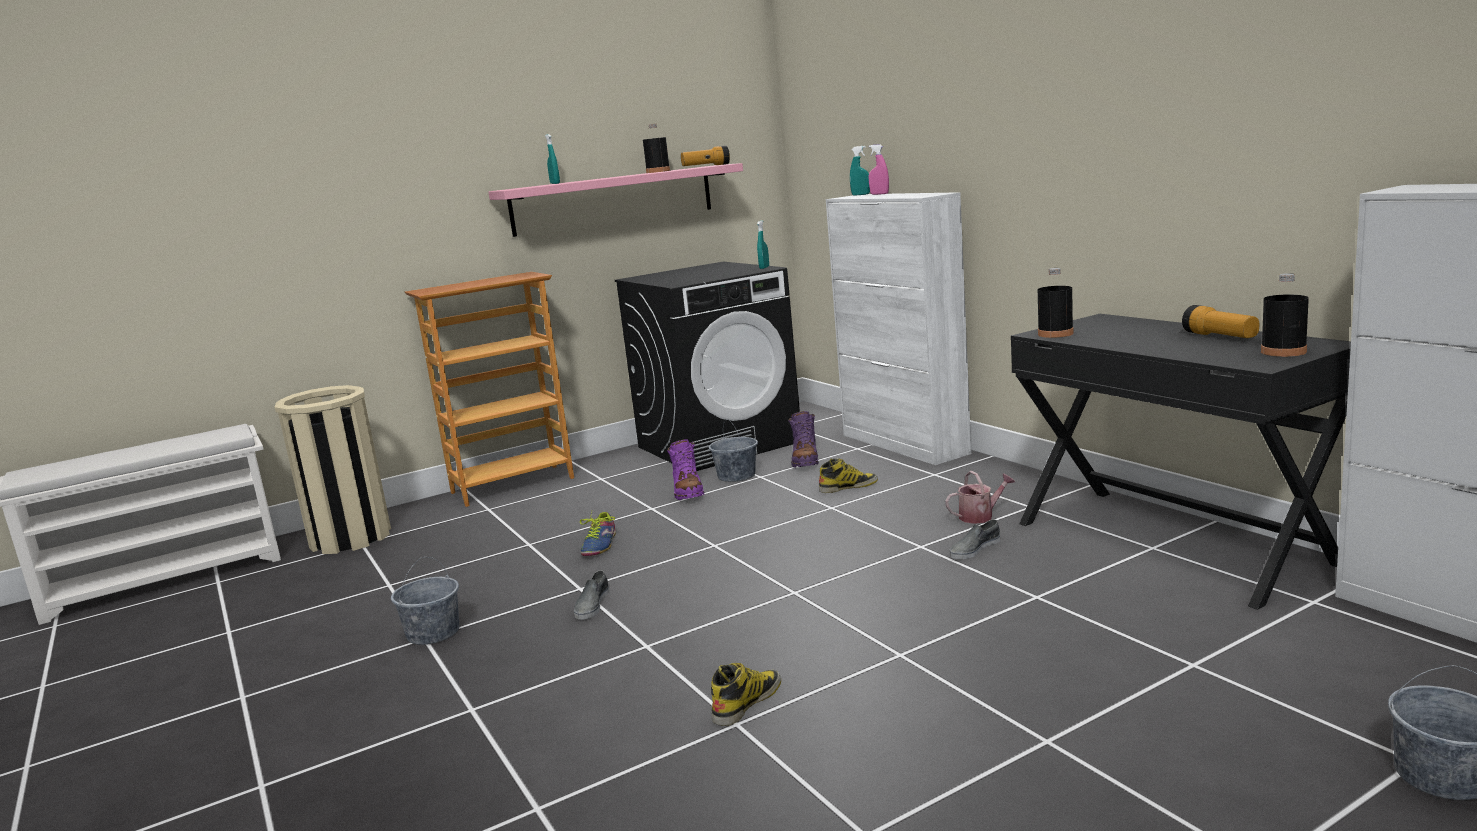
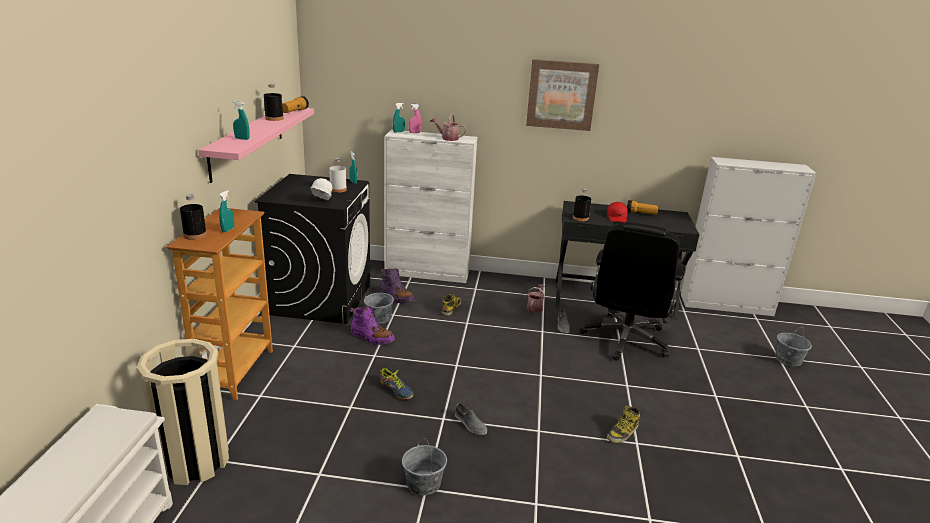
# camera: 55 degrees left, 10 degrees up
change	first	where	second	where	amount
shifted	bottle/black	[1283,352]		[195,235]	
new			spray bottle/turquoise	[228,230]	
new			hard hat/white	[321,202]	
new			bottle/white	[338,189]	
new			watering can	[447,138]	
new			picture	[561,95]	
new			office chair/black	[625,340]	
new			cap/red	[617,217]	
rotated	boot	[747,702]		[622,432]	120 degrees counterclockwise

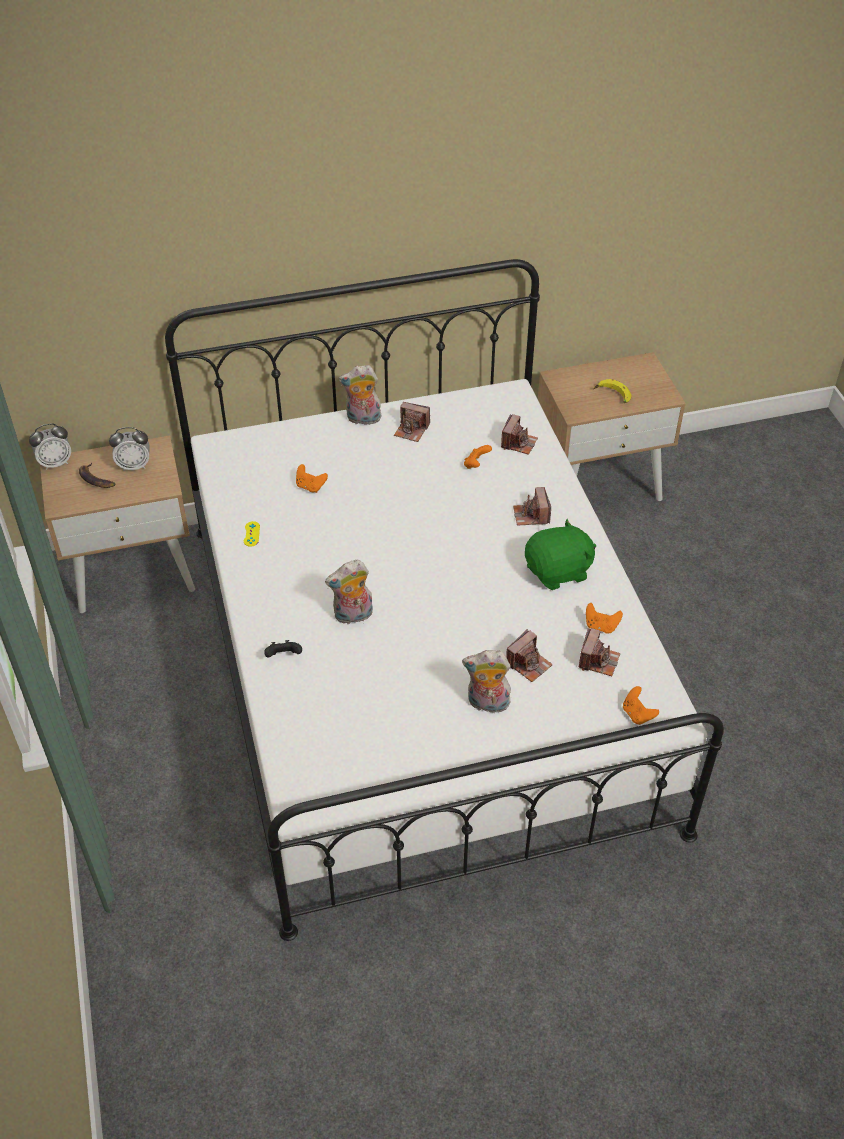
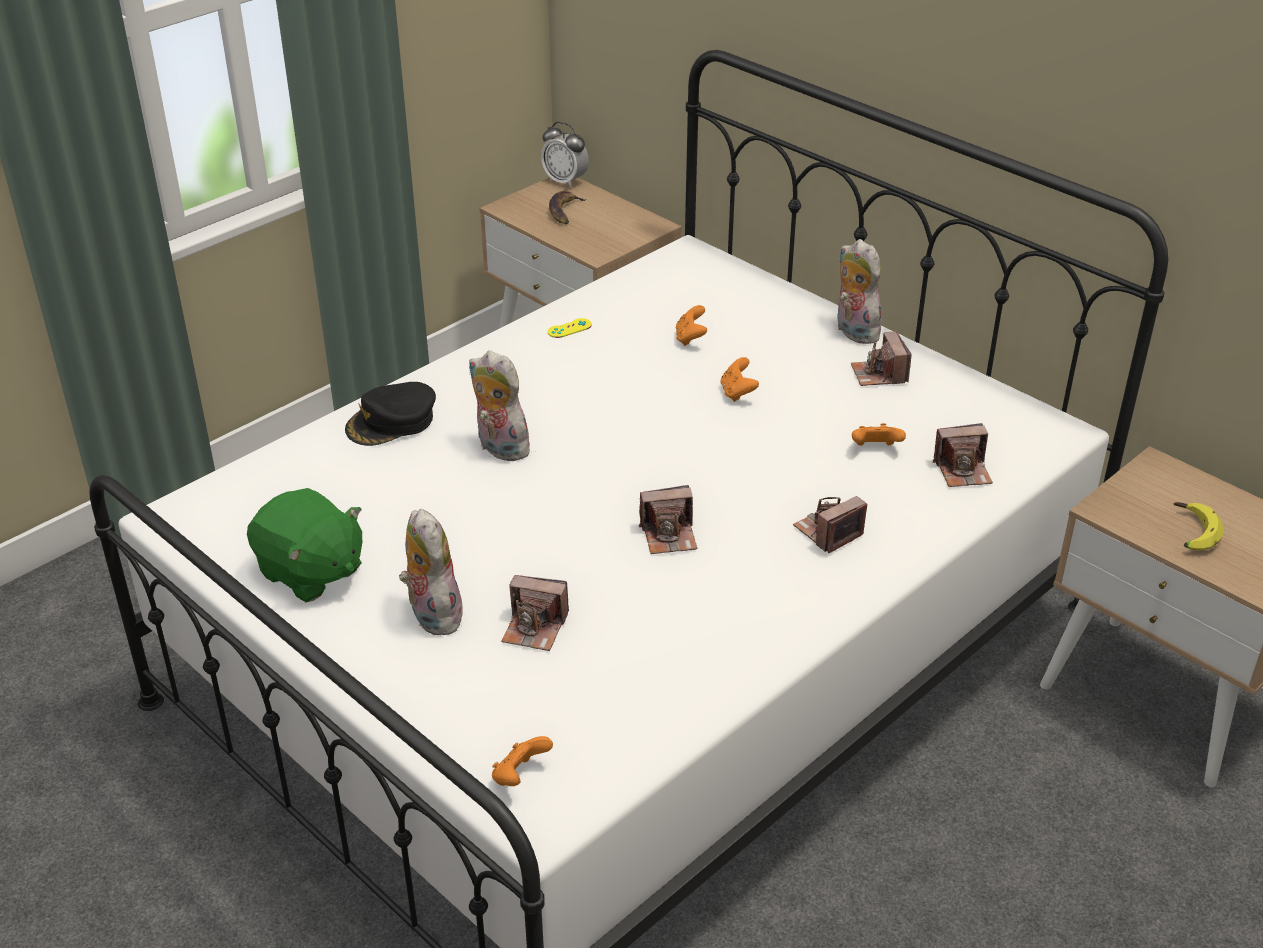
# camera: 60 degrees right, 10 degrees down
change	first	where	second	where	amount
shifted	plush toy/green	[558,571]		[310,572]	
swapped	game controller/black	[284,656]	cap/black	[392,422]	
shifted	photo camera	[598,660]		[669,535]	
shifted	game controller/orange	[601,626]		[737,393]	
gone	alarm clock	[134,465]			

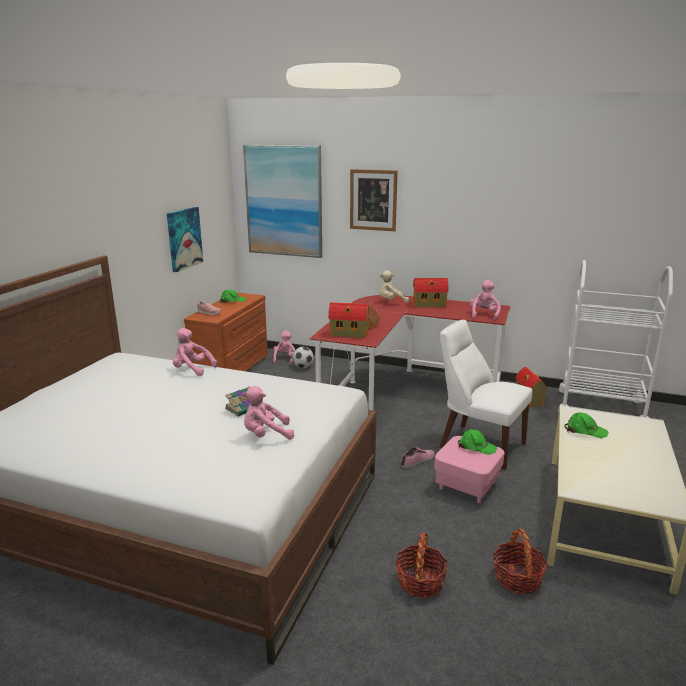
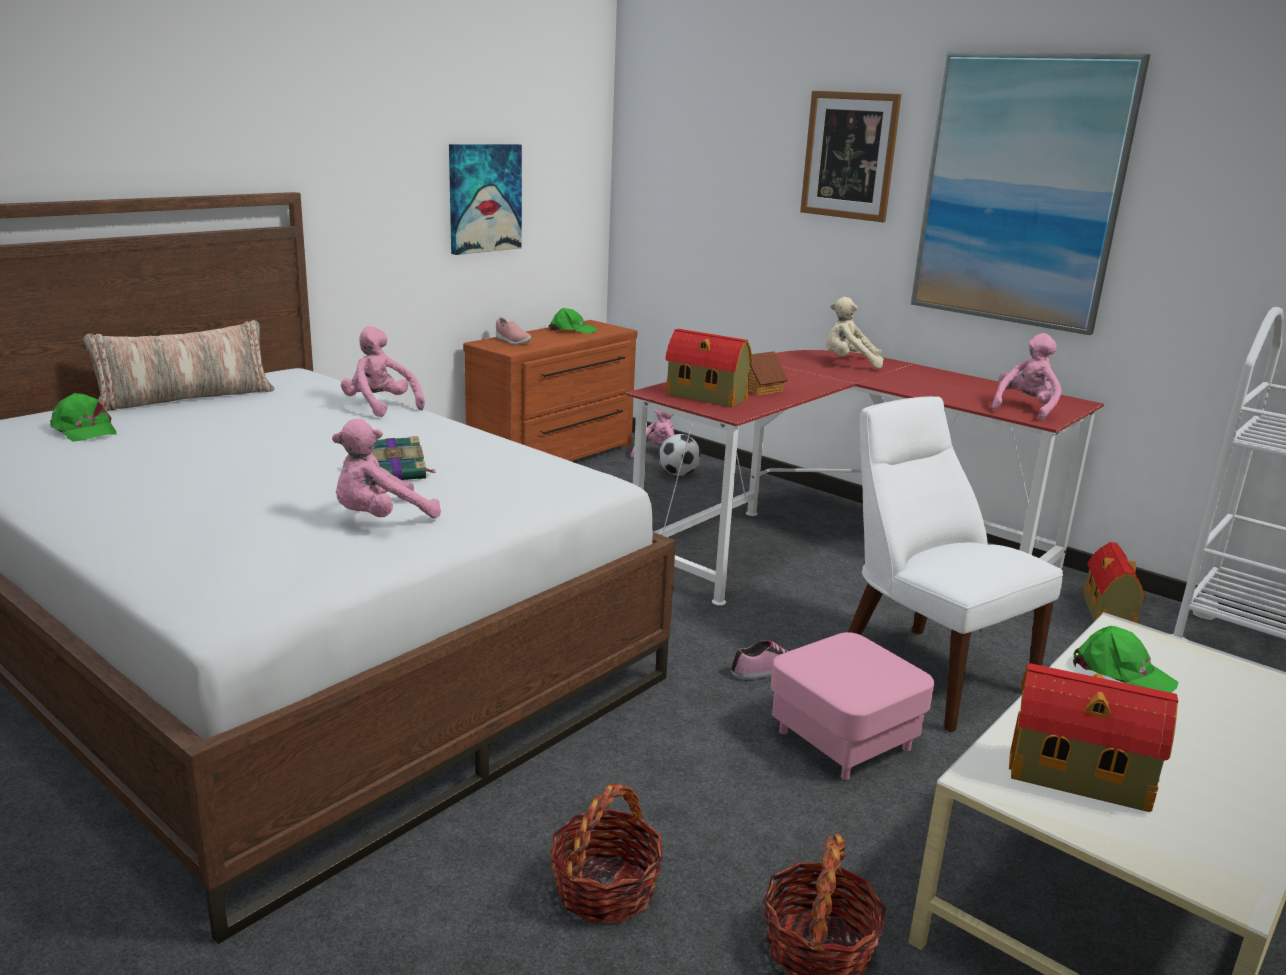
# camera: 20 degrees right, 0 degrees up
change	first	where	second	where	amount
shifted	cap/green	[476,447]		[84,430]	
new			pillow	[185,398]	
rotated	plush toy/pink	[266,435]		[381,519]	45 degrees counterclockwise
shifted	picture	[284,201]		[1020,191]	
shifted	toy house	[430,304]		[1082,778]	

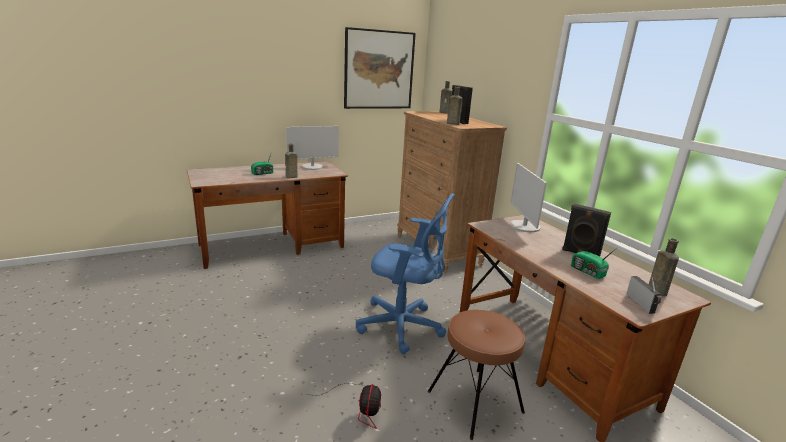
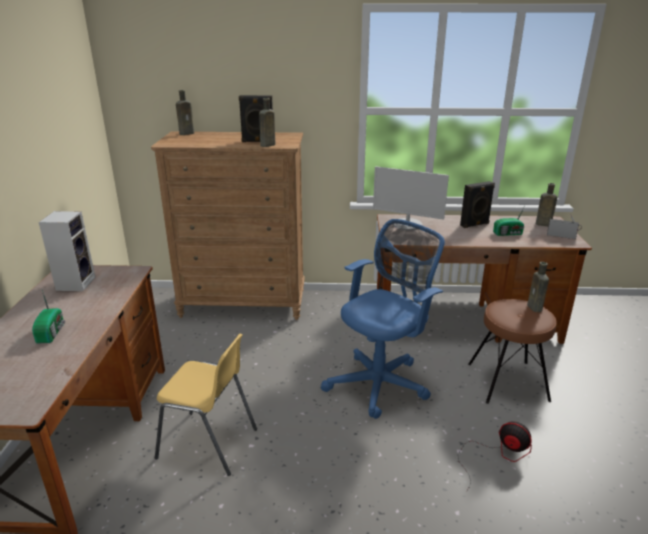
# camera: 60 degrees left, 5 degrees up
change	first	where	second	where	amount
swapped	monitor	[312,167]	speaker	[76,283]	
new			chair/yellow	[209,443]	
shifted	bottle/brown	[290,177]		[535,308]	
gone	picture	[379,70]			

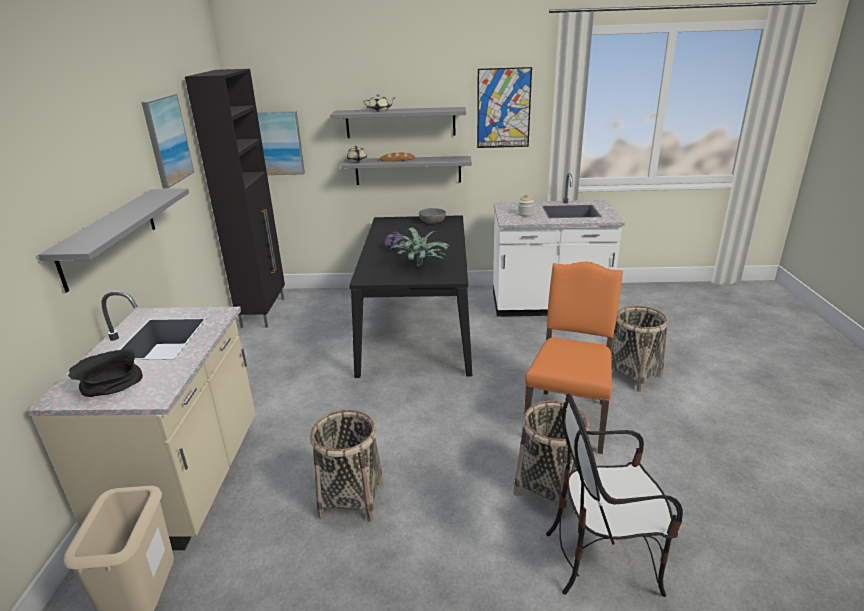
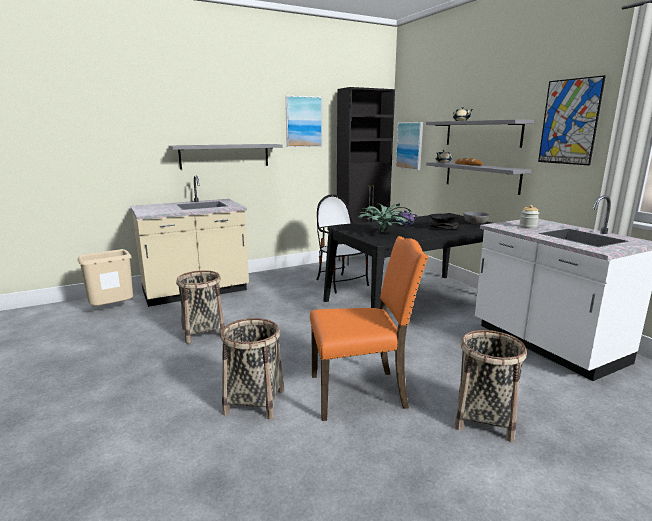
# camera: 60 degrees right, 10 degrees down
change	first	where	second	where	amount
shifted	chair	[603,558]		[341,283]	
shifted	bowl/black	[109,386]		[442,228]	

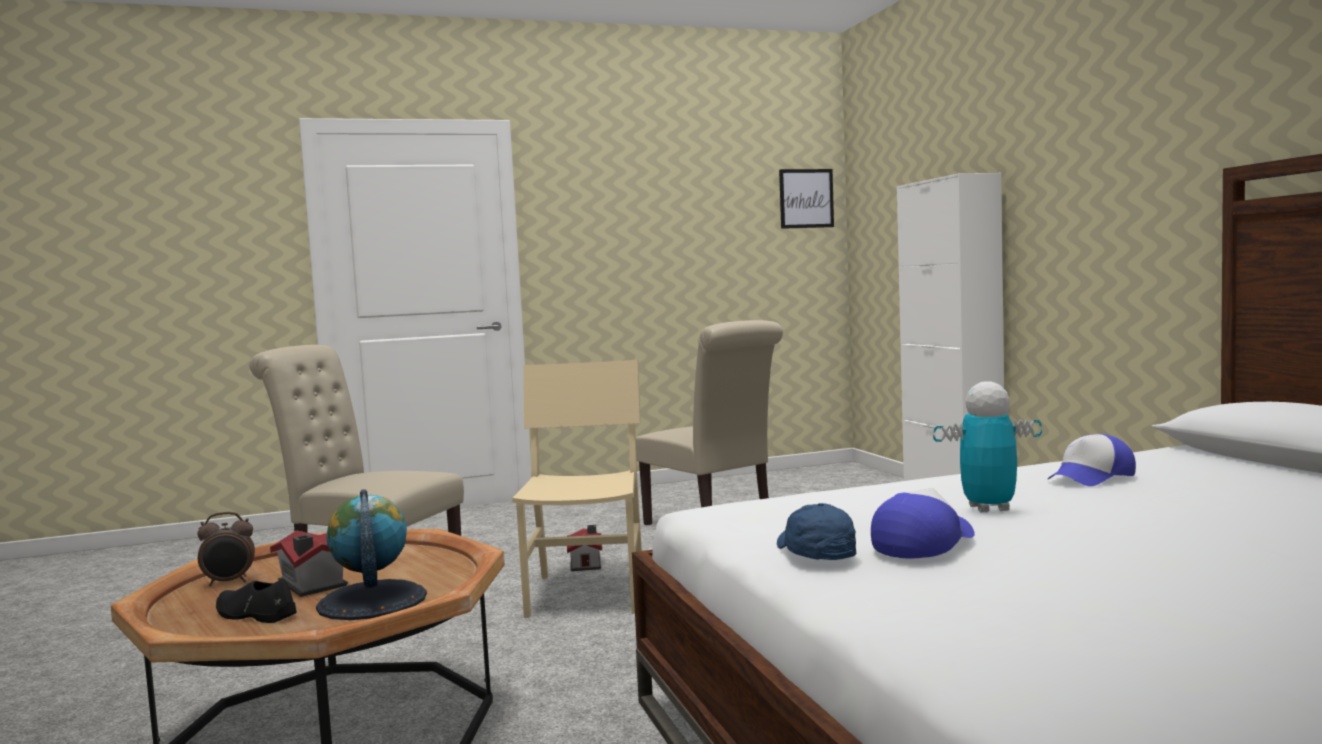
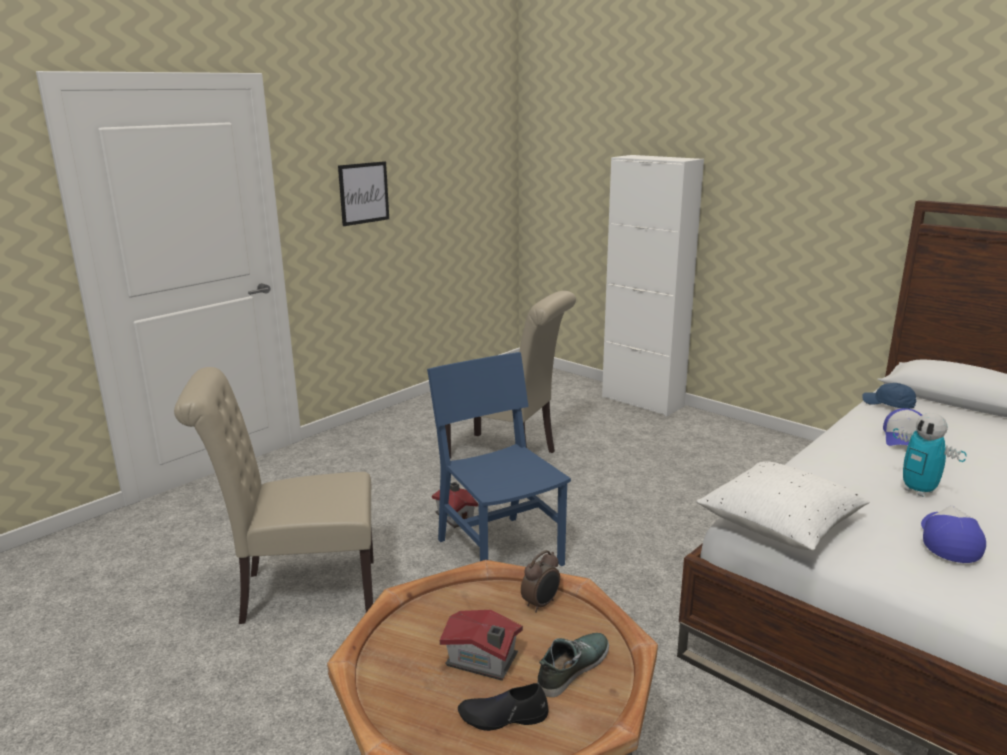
# camera: 30 degrees left, 15 degrees up
change	first	where	second	where	amount
shifted	picture	[806,198]		[363,193]	
repainted	chair/beige	[587,593]	chair/blue	[500,551]	
shifted	alarm clock	[229,582]		[541,604]	
swapped	globe	[371,601]	shoe	[572,668]	
new			pillow/white	[779,526]	
shifted	cap/blue	[814,554]		[888,405]	
rotated	toy robot	[988,508]		[918,491]	90 degrees counterclockwise

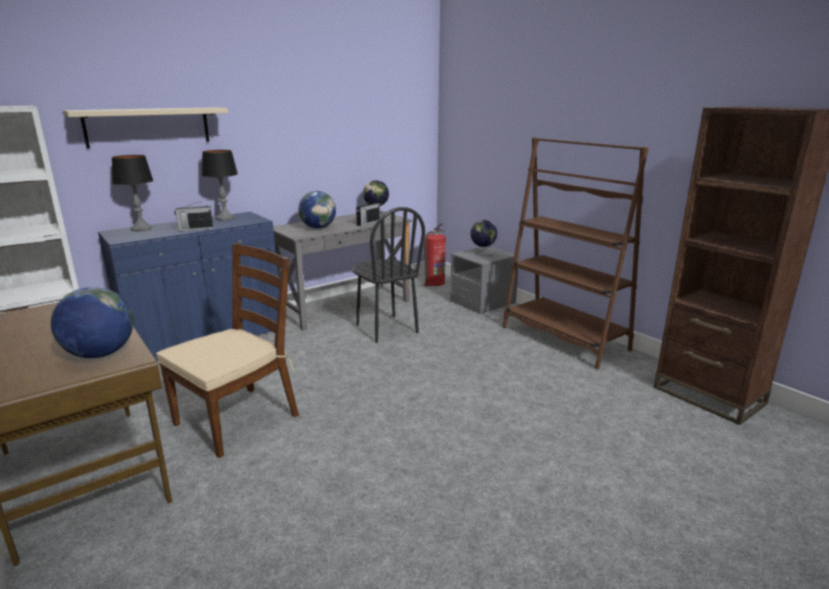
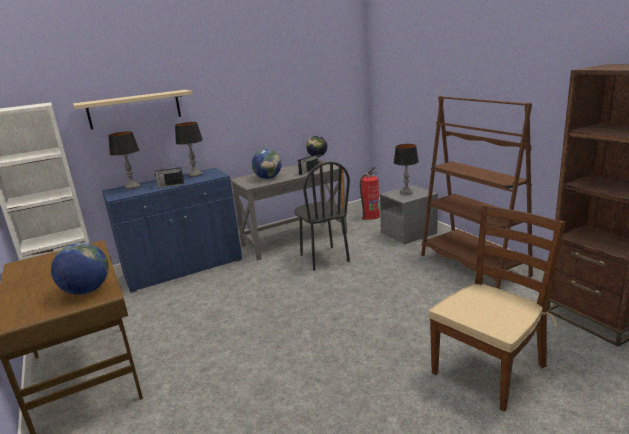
# camera: 10 degrees right, 0 degrees up
change	first	where	second	where	amount
swapped	globe	[482,253]	table lamp	[406,192]	
shifted	chair/brown	[238,419]		[489,369]	

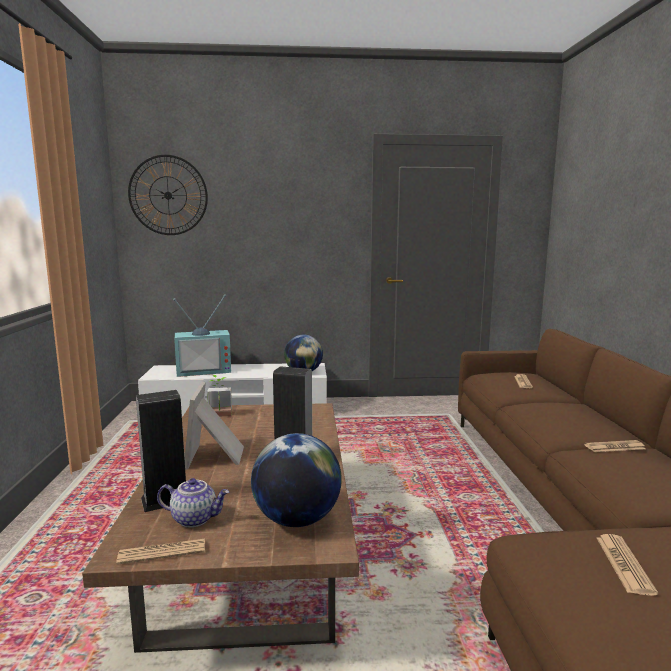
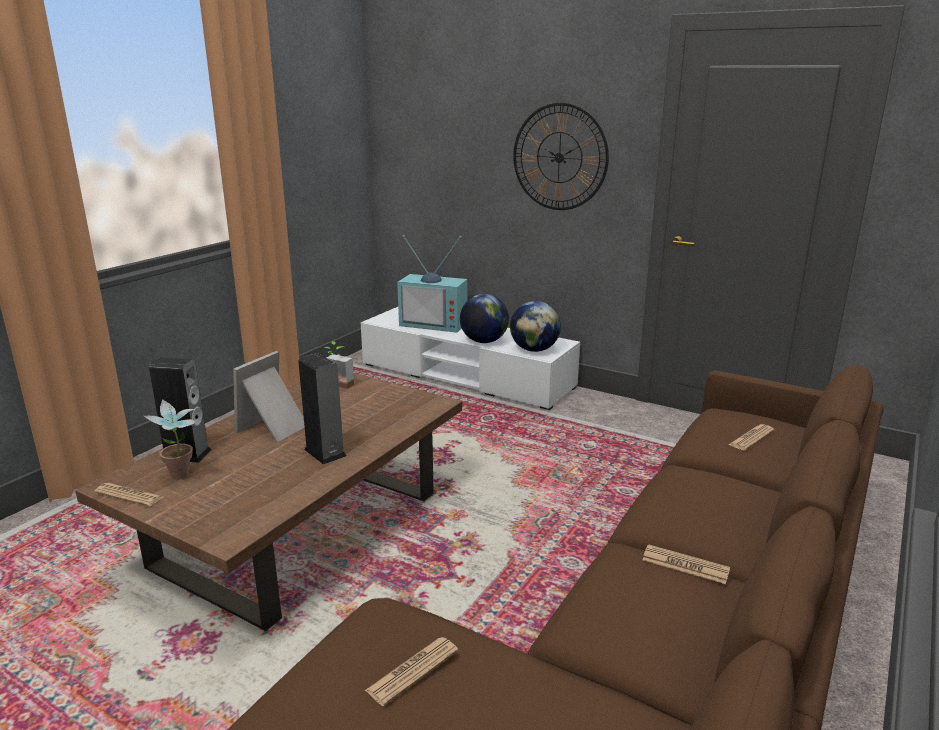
# camera: 35 degrees right, 10 degrees up
change	first	where	second	where	amount
swapped	teapot	[195,518]	potted plant	[182,478]	
shifted	globe	[297,519]		[484,341]	
shifted	wall clock	[168,195]		[559,157]	

